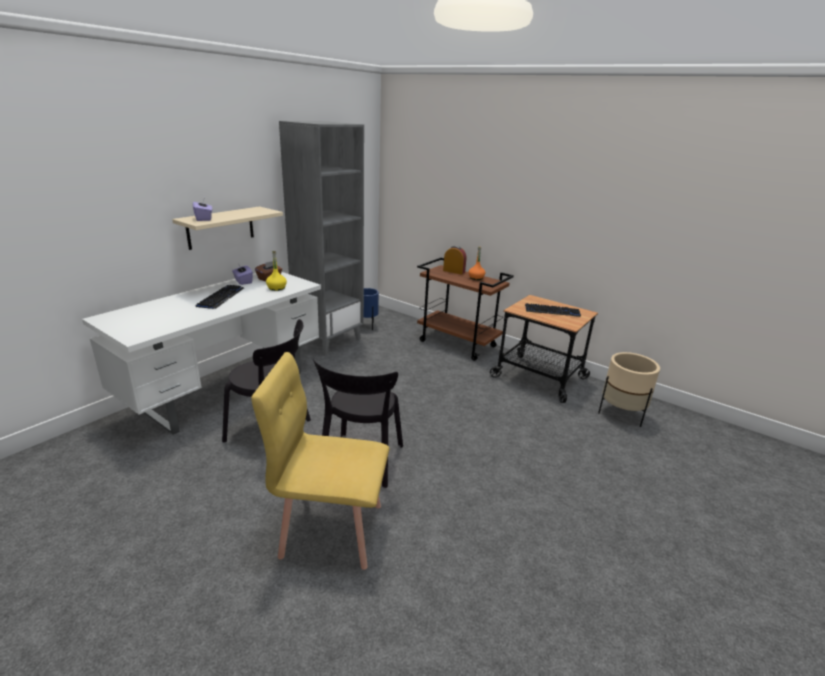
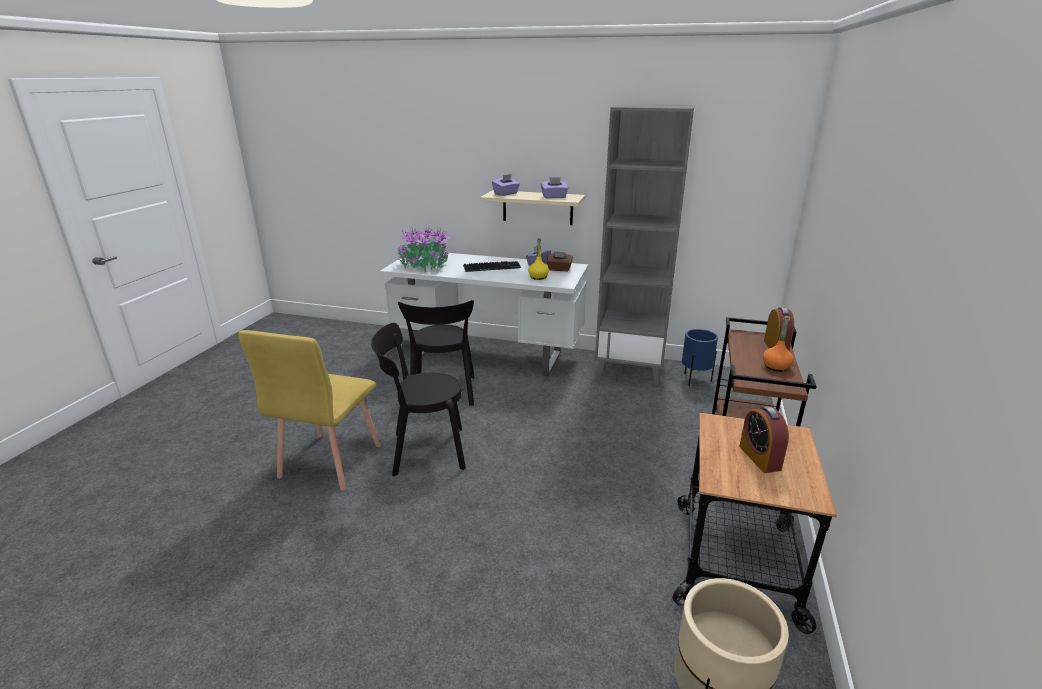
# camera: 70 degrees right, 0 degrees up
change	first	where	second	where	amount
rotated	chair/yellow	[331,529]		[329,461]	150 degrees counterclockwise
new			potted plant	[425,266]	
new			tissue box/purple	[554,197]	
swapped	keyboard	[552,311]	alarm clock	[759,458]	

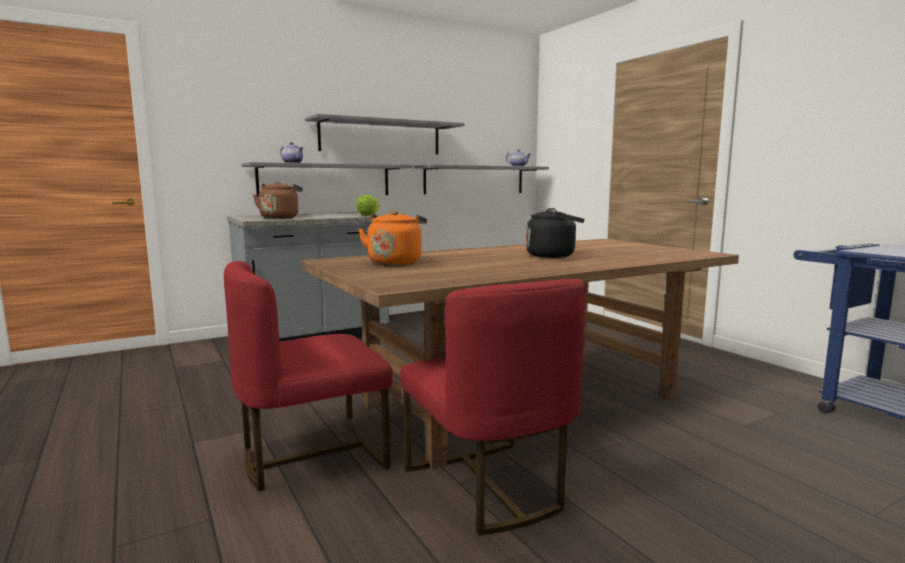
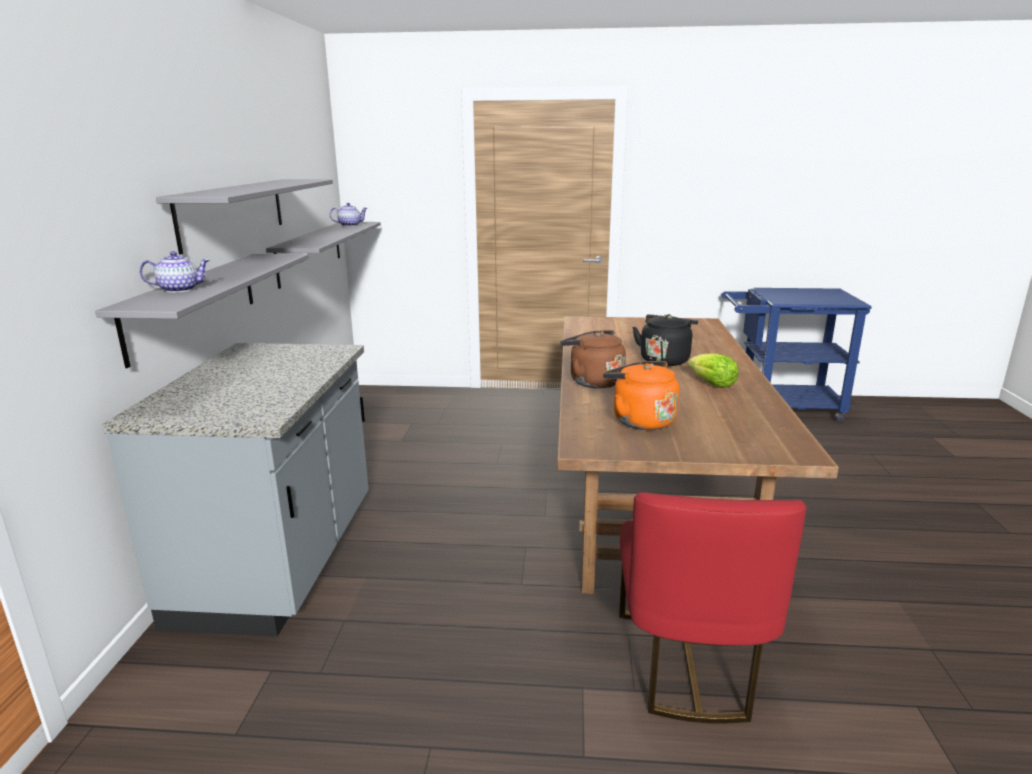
# camera: 55 degrees left, 10 degrees up
change	first	where	second	where	amount
shifted	kettle/brown	[280,218]		[593,381]	
shifted	lettuce	[368,215]		[712,384]	
gone	chair/red	[488,486]			

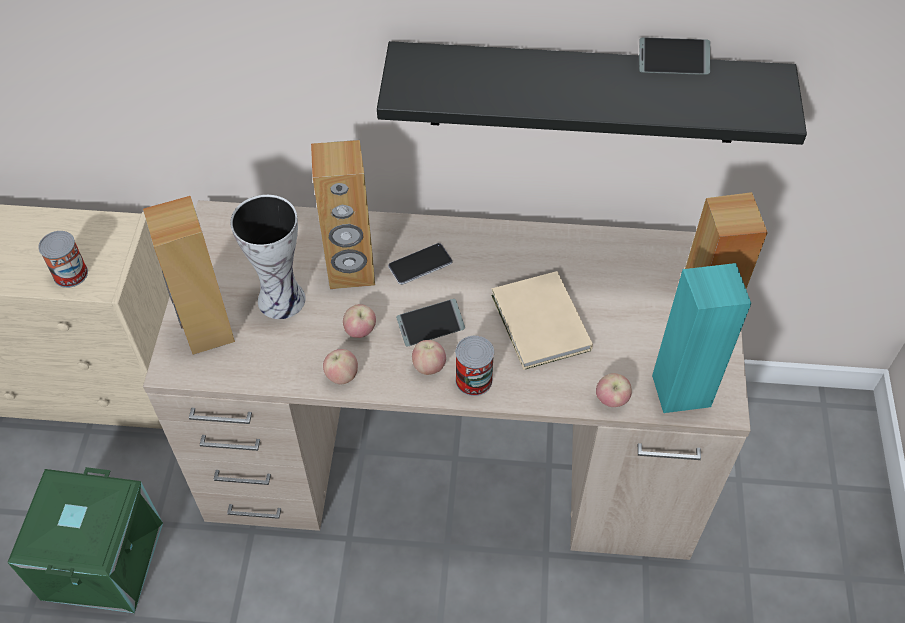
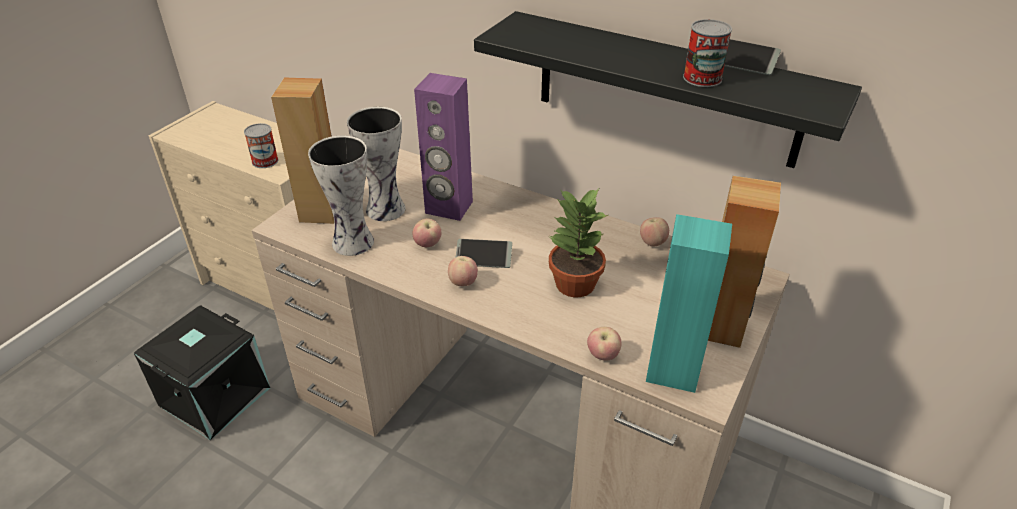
# camera: 25 degrees right, 15 degrees down
change	first	where	second	where	amount
repainted	storage box/green	[101,559]	storage box/black	[214,395]	
new			vase	[353,243]	
repainted	speaker/brown	[351,271]	speaker/purple	[448,208]	
swapped	book/beige	[540,325]	potted plant	[573,284]	
shifted	apple	[342,376]		[652,243]	
shifted	can	[474,380]		[702,78]	
gone	phone	[420,265]			

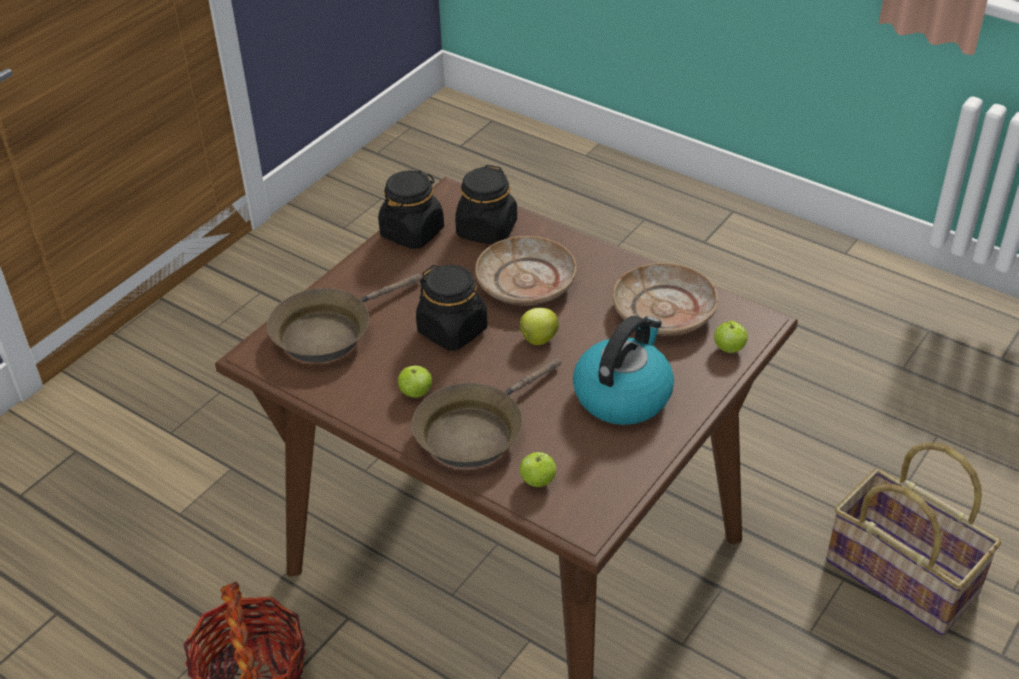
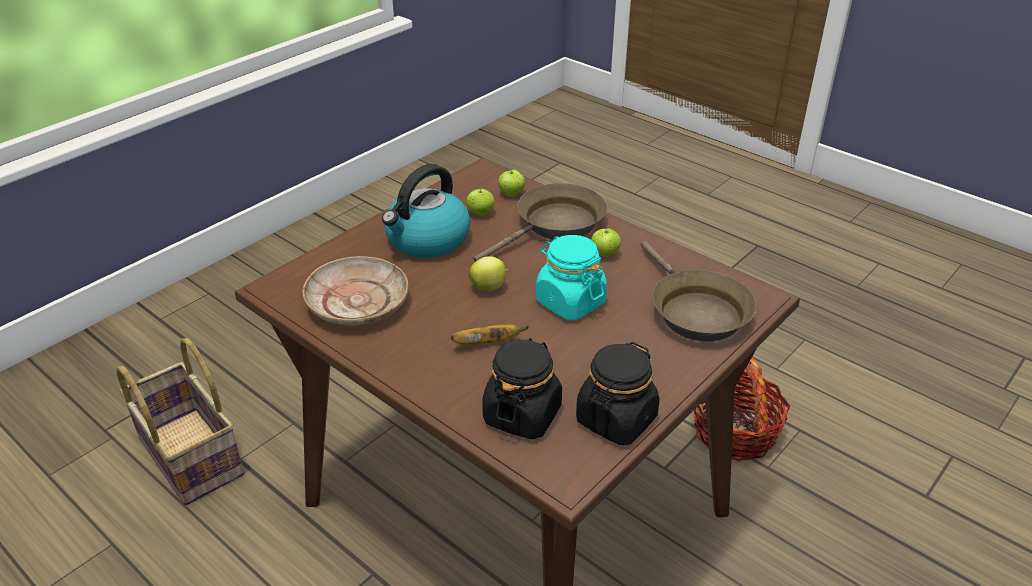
# camera: 175 degrees left, 5 degrees down
change	first	where	second	where	amount
swapped	plate/beige	[526,283]	banana	[488,343]	
shifted	apple	[729,349]		[480,213]	
repainted	jar/black	[453,331]	jar/turquoise	[570,302]	
rotated	frying pan/brown	[328,332]		[694,311]	105 degrees clockwise

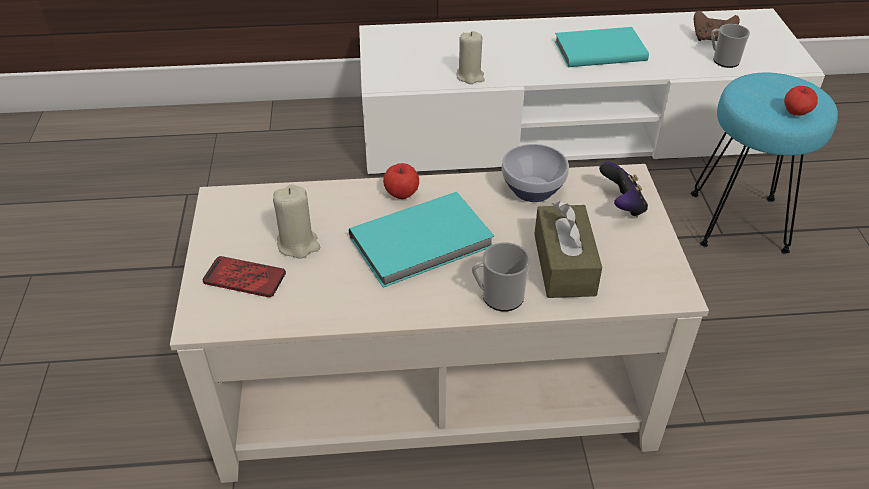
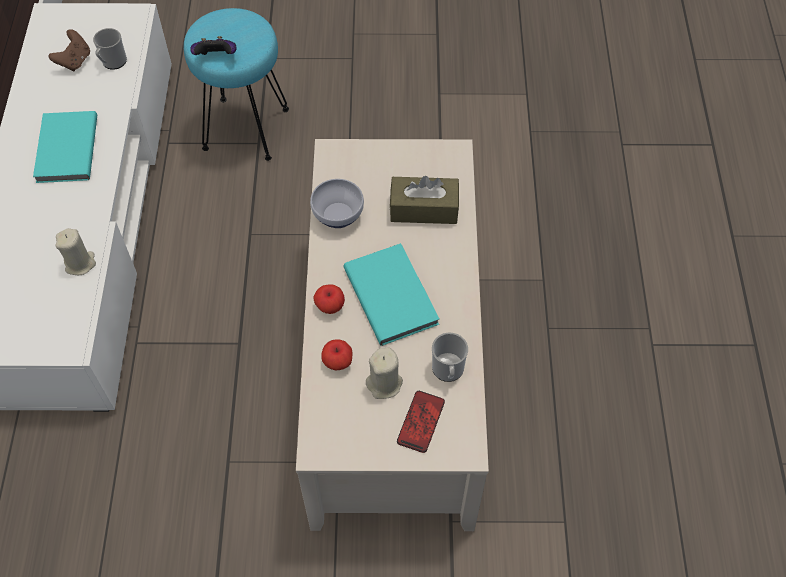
# camera: 85 degrees left, 15 degrees up
change	first	where	second	where	amount
shifted	game controller	[622,206]		[216,57]	
shifted	apple	[796,113]		[337,362]	
shifted	mug	[498,297]		[448,371]	

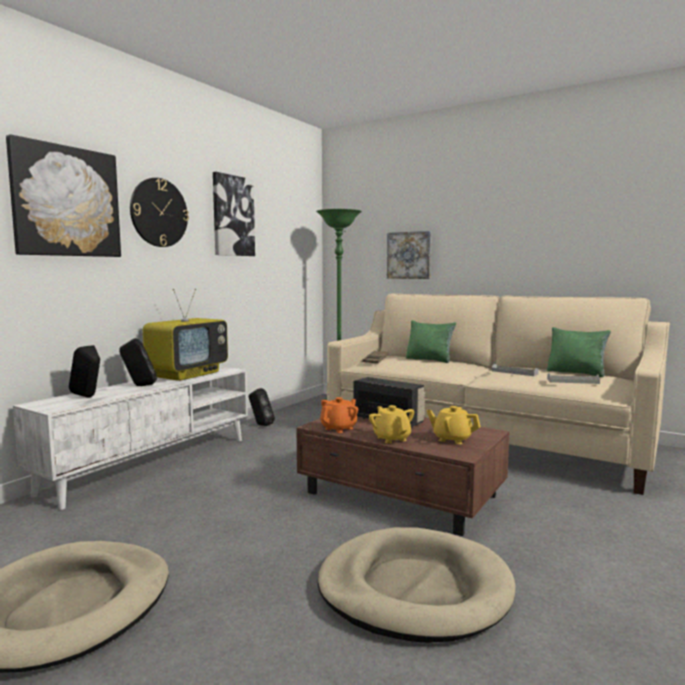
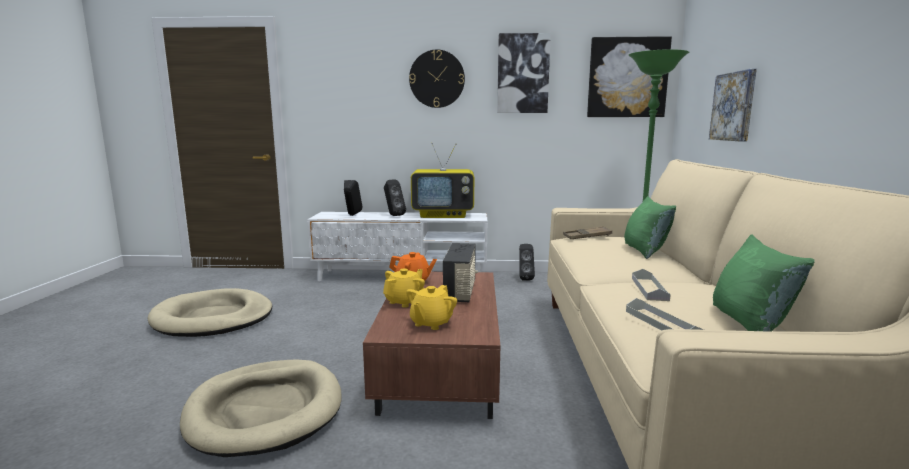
# camera: 60 degrees right, 5 degrees up
change	first	where	second	where	amount
rotated	teapot/yellow	[452,439]		[431,323]	150 degrees counterclockwise
shifted	picture	[66,202]		[627,78]	

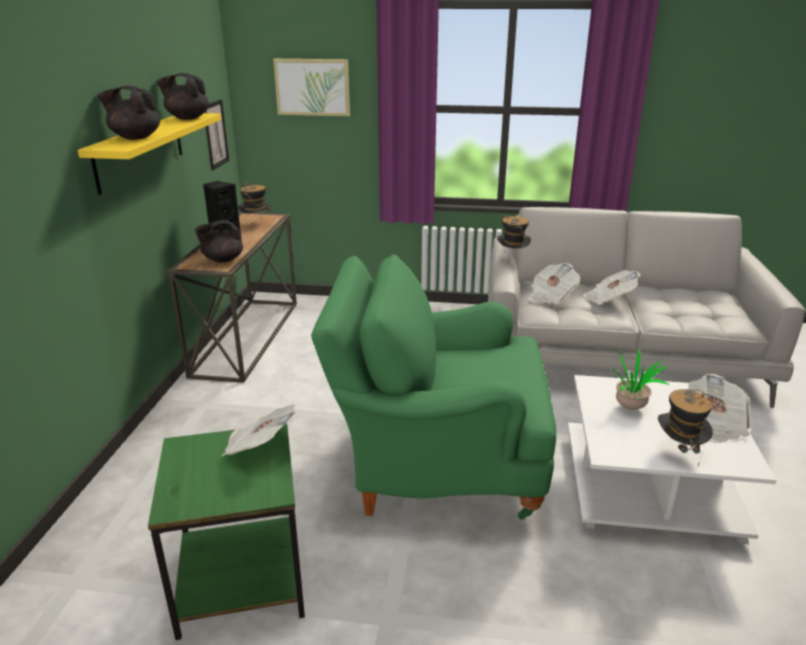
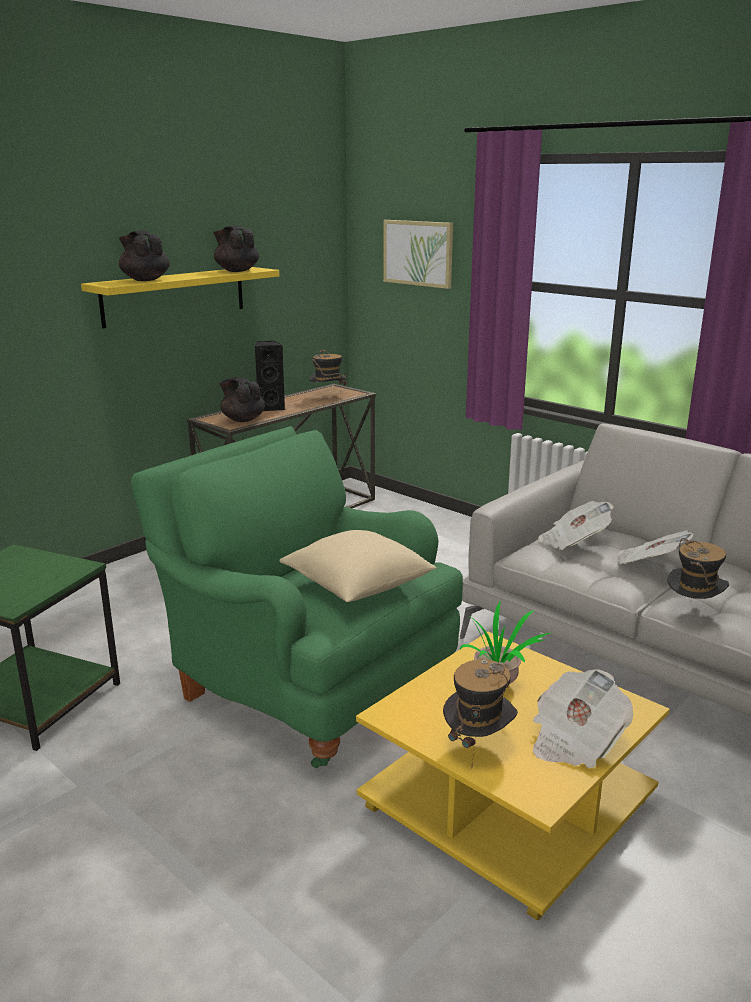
# camera: 35 degrees right, 5 degrees down
change	first	where	second	where	amount
rotated	teapot/black	[222,260]		[242,419]	45 degrees clockwise
new			pillow/beige	[358,586]	
repainted	coffee table/white	[650,484]	coffee table/yellow	[510,804]	
shifted	hat	[512,259]		[693,612]	
gone	picture	[215,134]			
gone	newspaper	[260,447]			

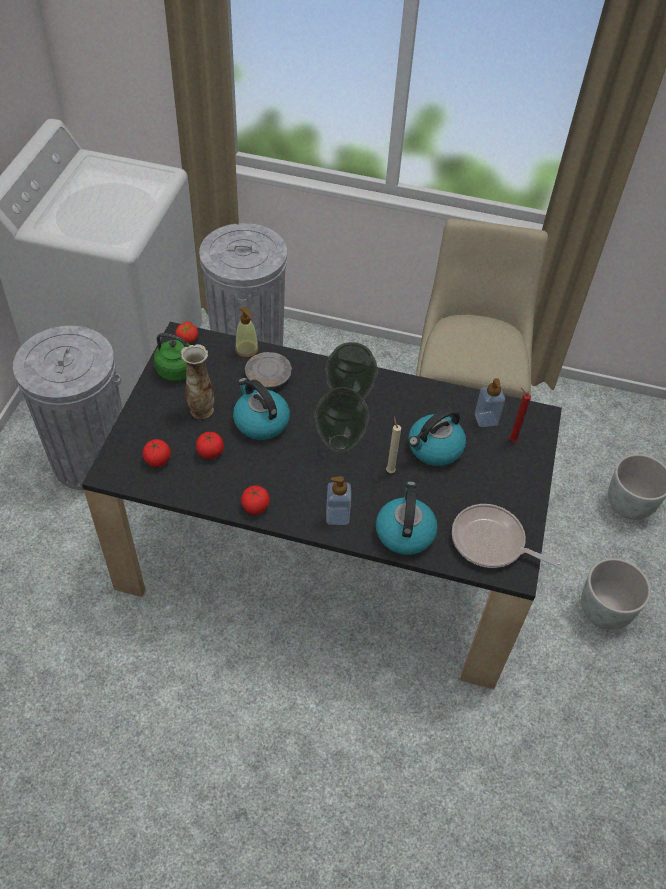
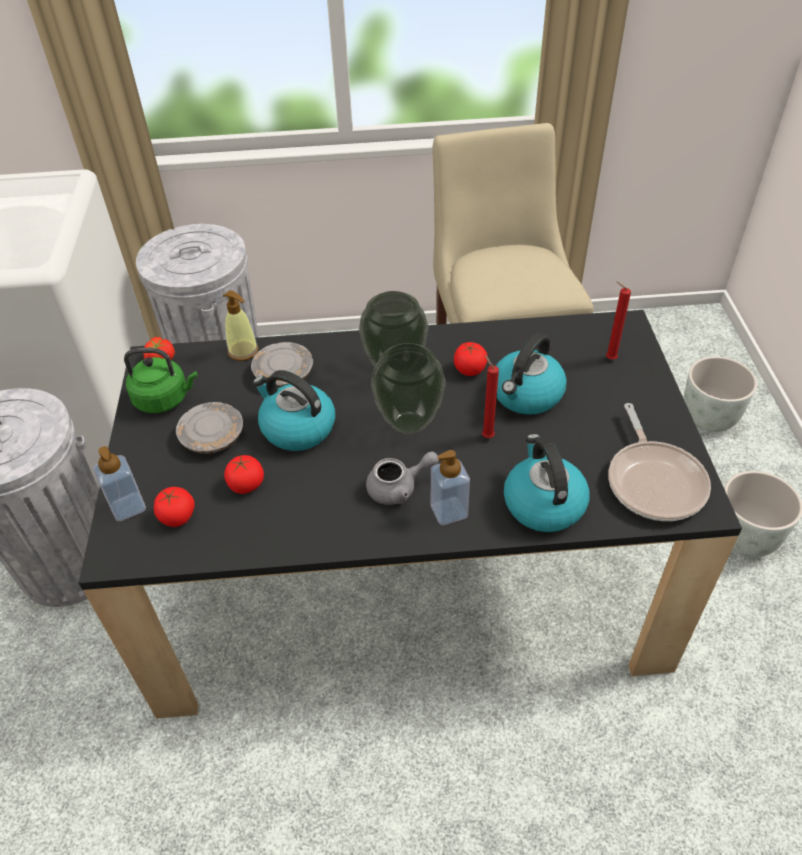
# camera: 15 degrees left, 5 degrees down
change	first	where	second	where	amount
shifted	soap dispenser	[486,419]		[128,507]	
swapped	vase	[201,409]	plate/grey	[212,436]	
new			teapot/grey	[399,488]	
shifted	tomato	[255,506]		[469,369]	
repainted	candle/beige	[389,470]	candle/red	[486,436]	
rotated	frying pan	[492,543]		[654,481]	105 degrees counterclockwise

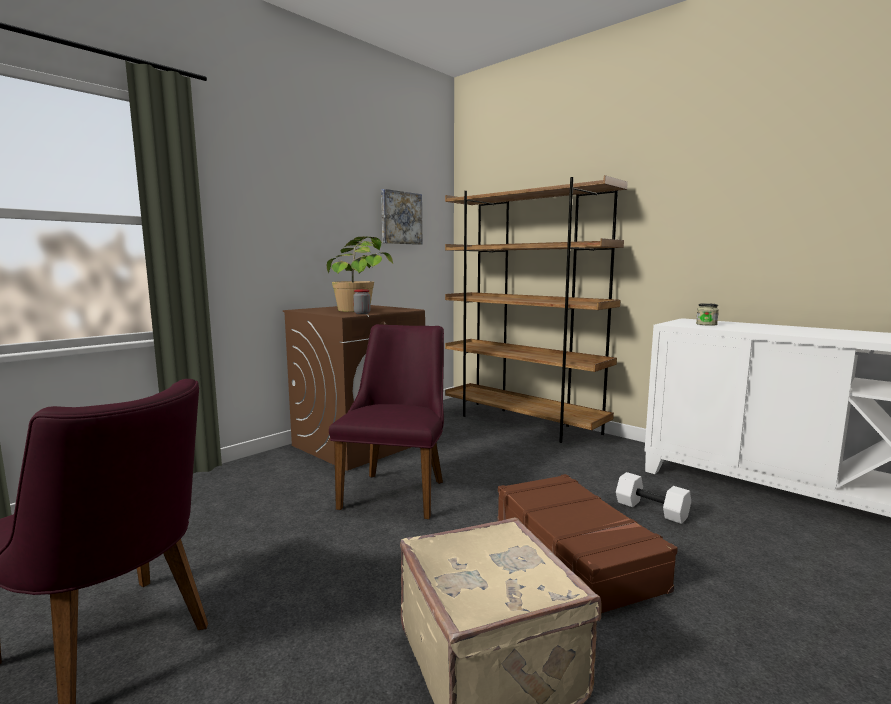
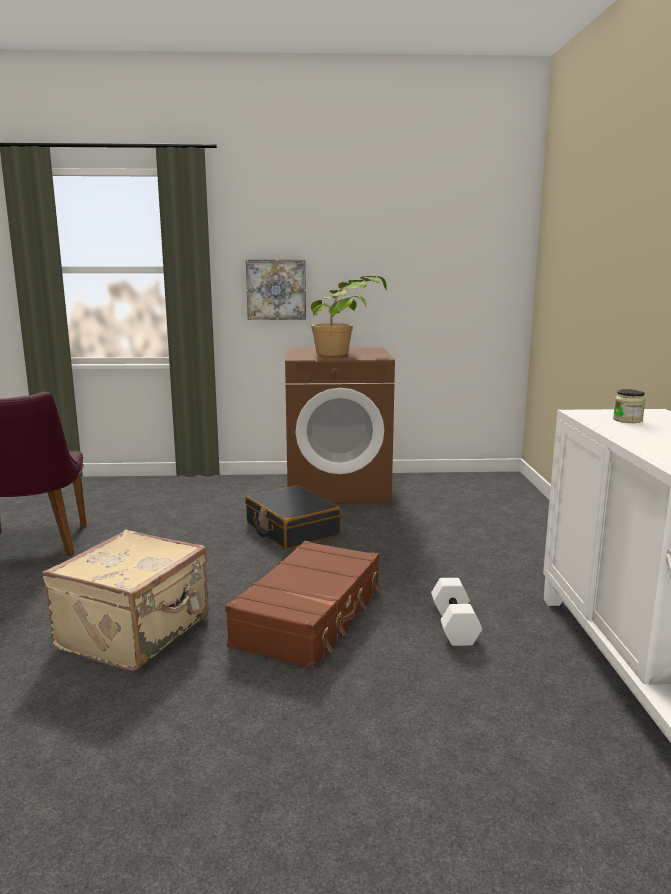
# camera: 45 degrees right, 5 degrees up
change	first	where	second	where	amount
swapped	chair/purple	[398,490]	suitcase/black	[291,529]	
shifted	picture	[401,218]		[276,289]	
gone	jar	[362,313]			
gone	bookcase/brown	[522,423]			

